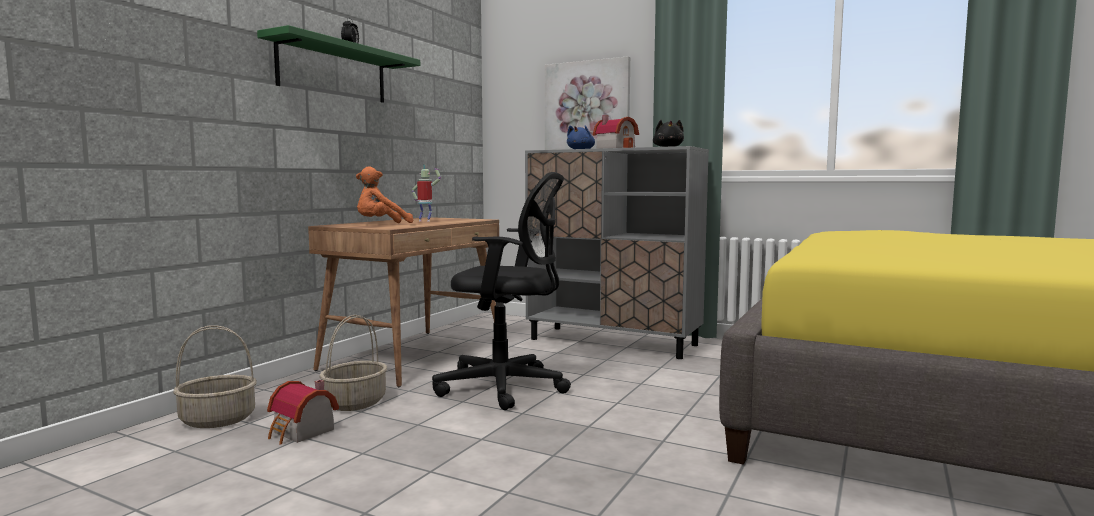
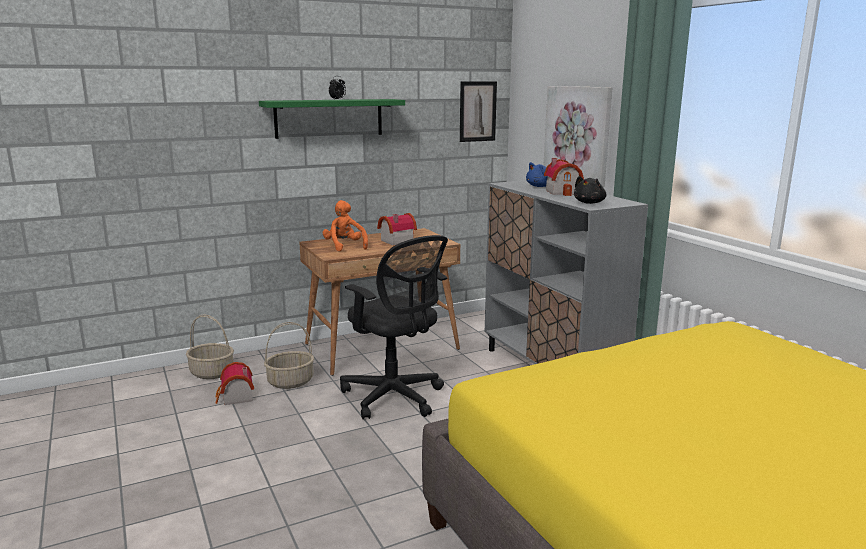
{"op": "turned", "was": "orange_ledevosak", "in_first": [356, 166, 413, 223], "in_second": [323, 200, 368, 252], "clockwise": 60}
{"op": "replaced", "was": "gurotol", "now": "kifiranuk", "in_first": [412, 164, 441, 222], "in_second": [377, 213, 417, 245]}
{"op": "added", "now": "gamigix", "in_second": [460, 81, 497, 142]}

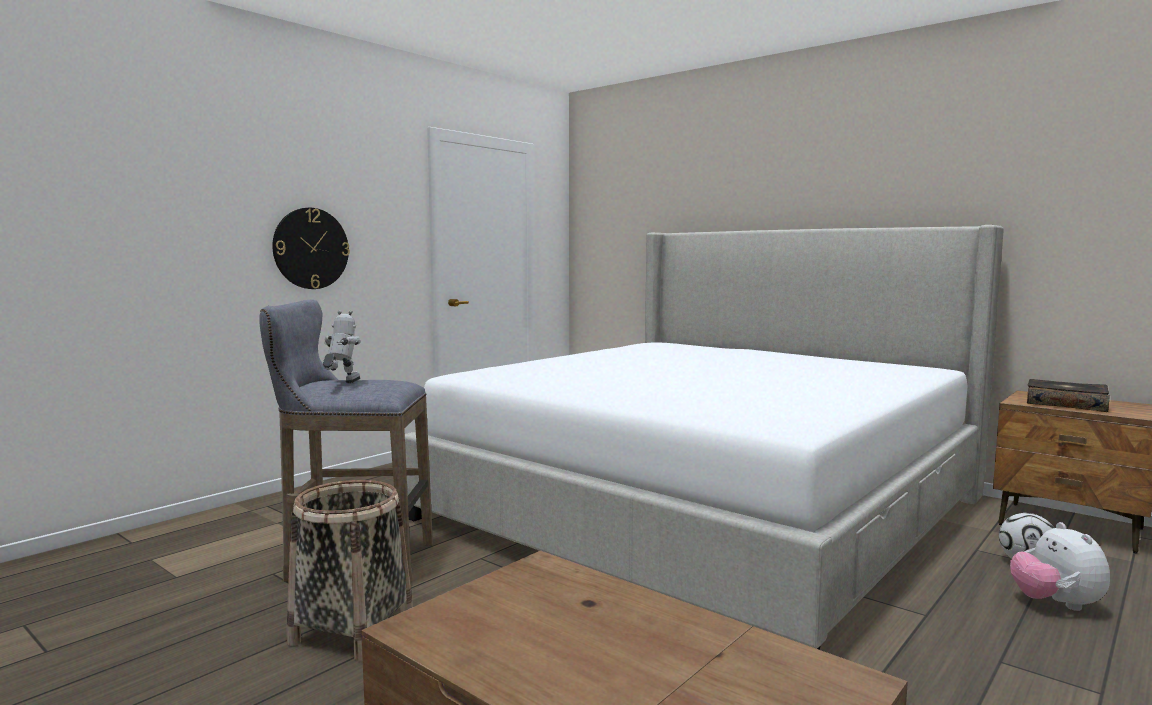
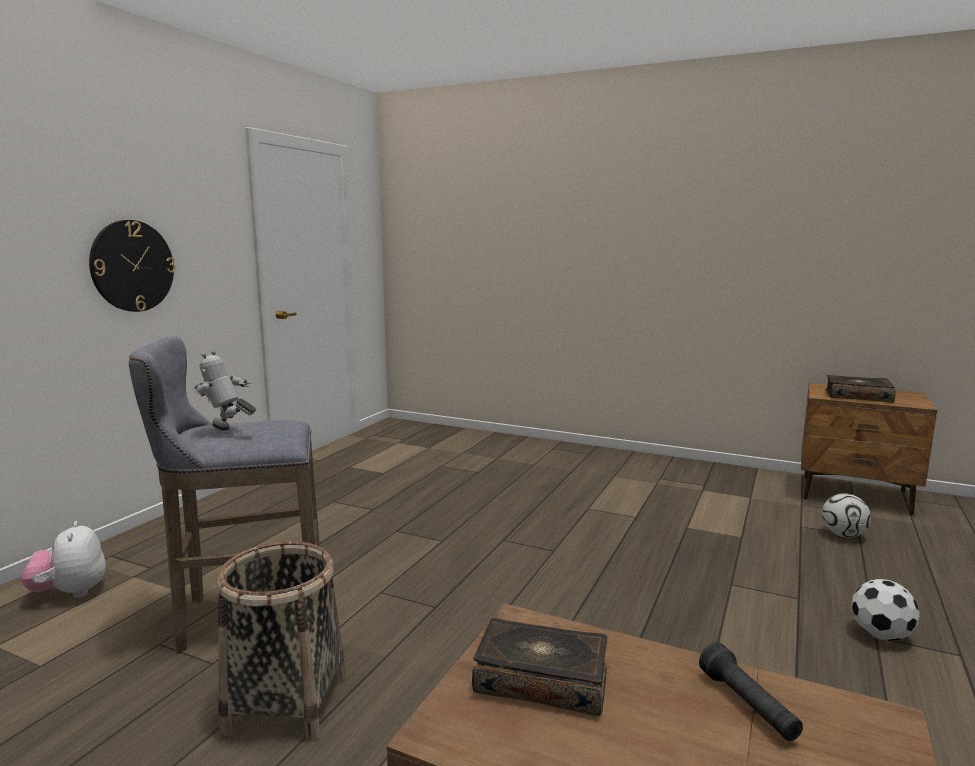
{"op": "moved", "was": "ledevosak", "in_first": [1010, 522, 1110, 611], "in_second": [21, 521, 106, 598]}
{"op": "turned", "was": "gurotol", "in_first": [323, 310, 361, 383], "in_second": [194, 350, 256, 431], "clockwise": -60}
{"op": "added", "now": "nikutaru", "in_second": [472, 618, 608, 716]}
{"op": "added", "now": "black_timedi", "in_second": [699, 642, 803, 741]}
{"op": "added", "now": "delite", "in_second": [851, 579, 920, 641]}
{"op": "removed", "was": "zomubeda", "in_first": [405, 225, 1004, 650]}

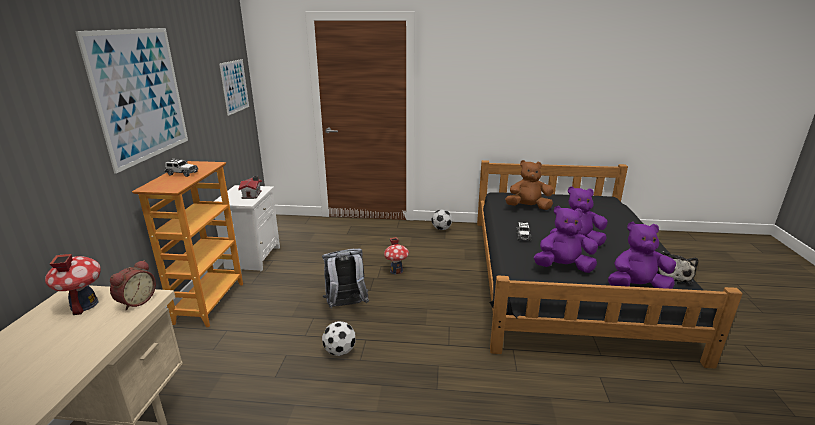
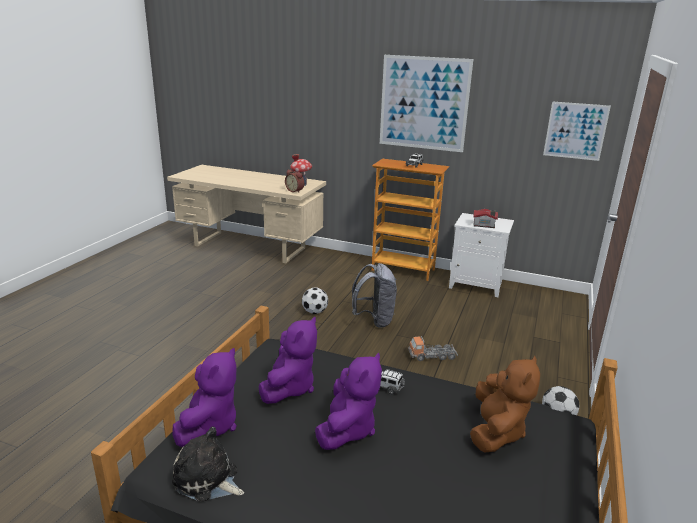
{"op": "replaced", "was": "kifiranuk", "now": "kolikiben", "in_first": [384, 237, 409, 274], "in_second": [408, 336, 458, 361]}

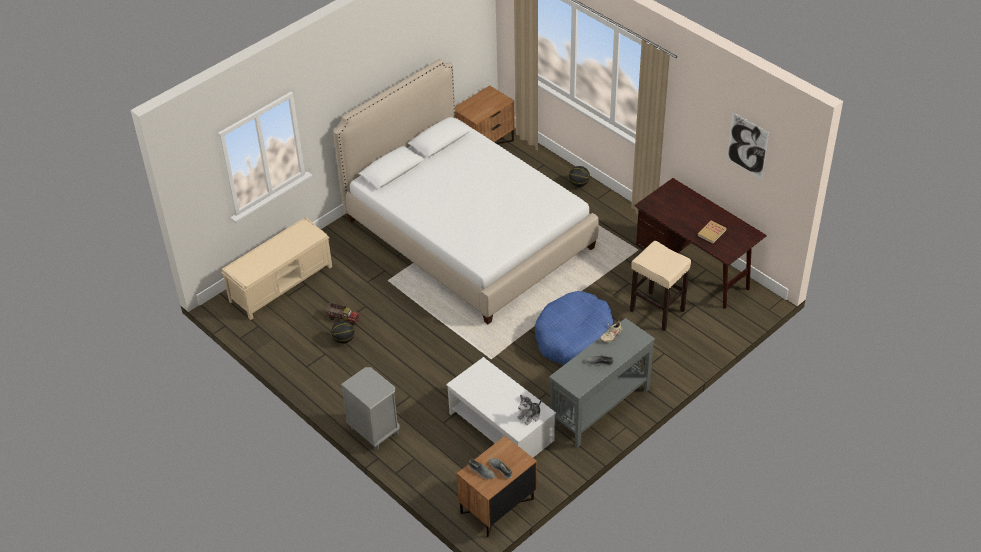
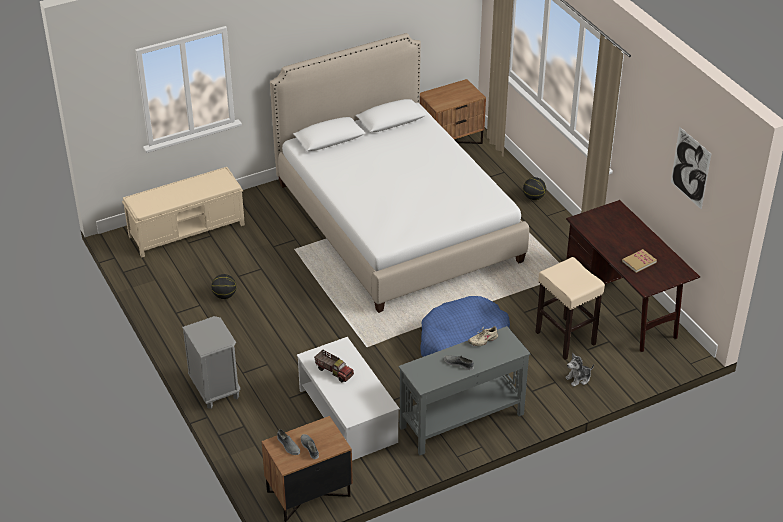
{"op": "moved", "was": "kolikiben", "in_first": [325, 303, 360, 325], "in_second": [314, 350, 354, 382]}
{"op": "moved", "was": "ledevosak", "in_first": [517, 395, 542, 425], "in_second": [565, 353, 594, 387]}

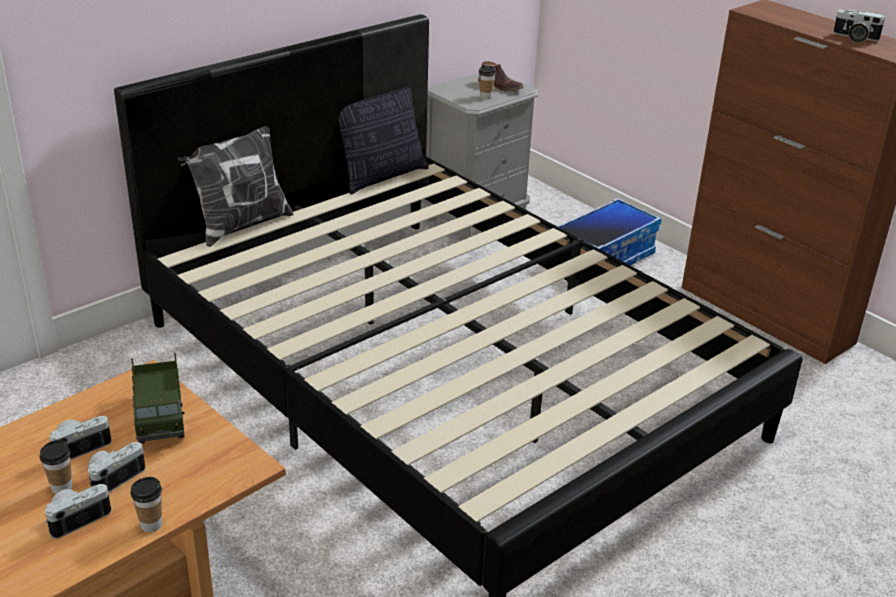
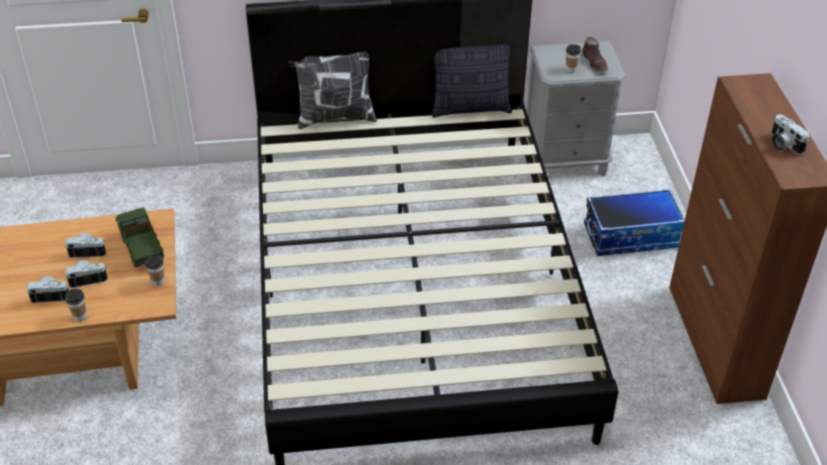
{"op": "turned", "was": "kolikiben", "in_first": [131, 353, 184, 444], "in_second": [115, 207, 164, 267], "clockwise": 135}
{"op": "moved", "was": "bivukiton", "in_first": [40, 440, 72, 494], "in_second": [145, 254, 165, 286]}

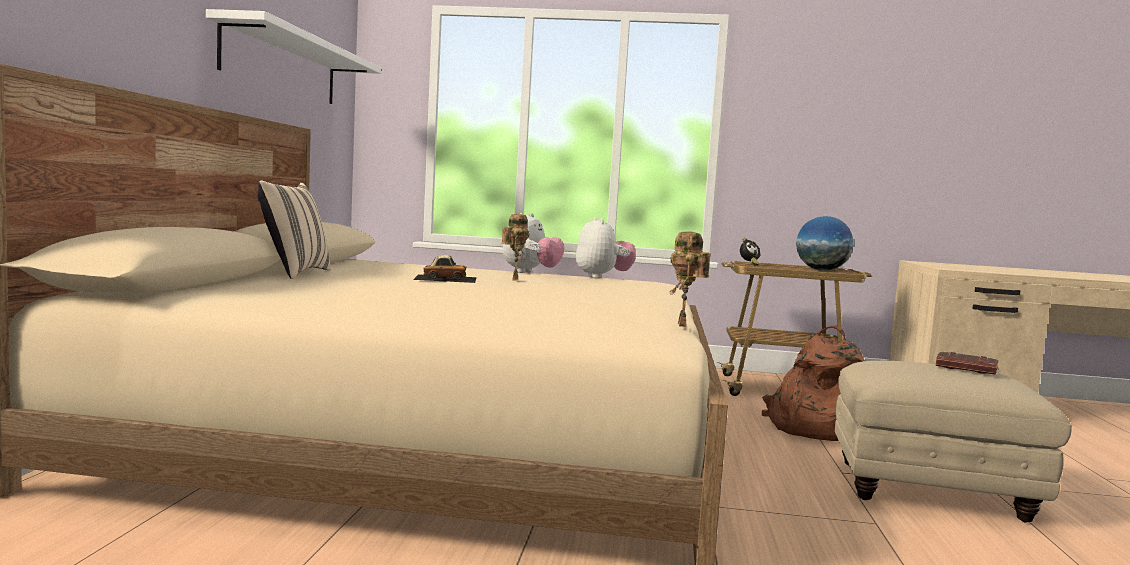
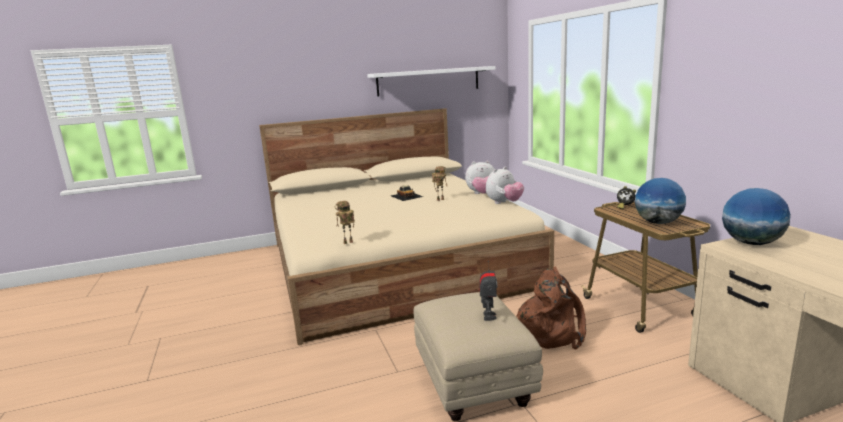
{"op": "replaced", "was": "brown_nikutaru", "now": "gurotol", "in_first": [936, 351, 999, 375], "in_second": [479, 261, 497, 321]}
{"op": "added", "now": "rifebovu", "in_second": [722, 188, 791, 245]}
{"op": "removed", "was": "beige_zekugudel", "in_first": [258, 180, 330, 279]}

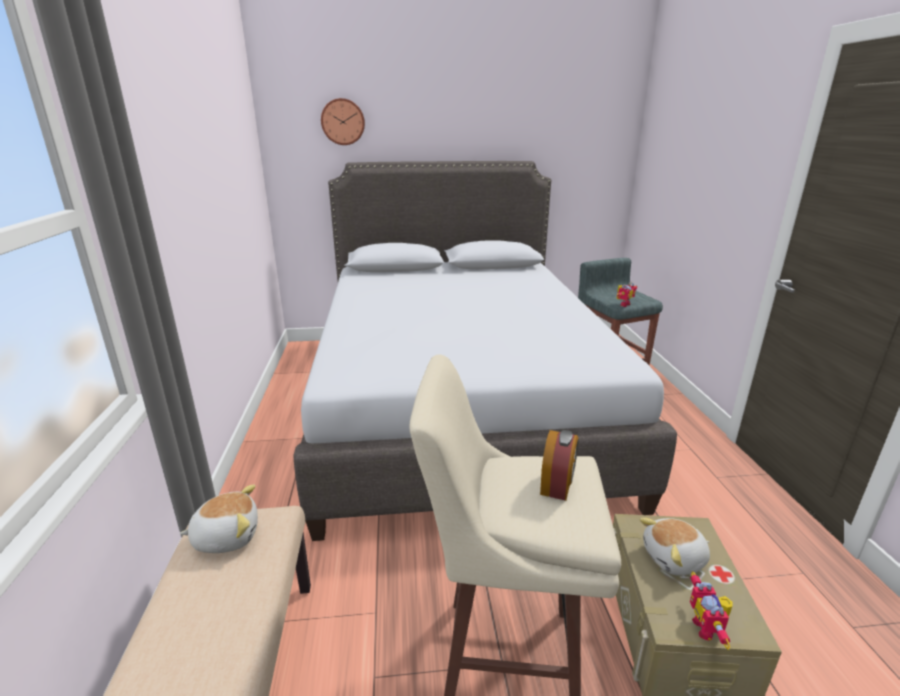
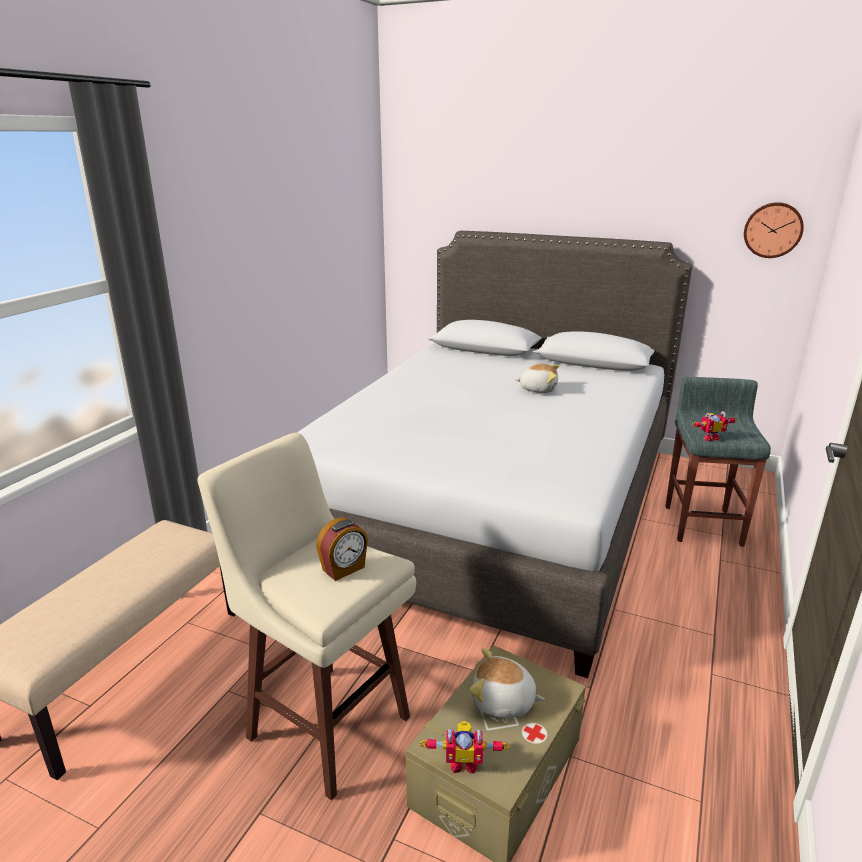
{"op": "turned", "was": "gurotol", "in_first": [690, 571, 733, 650], "in_second": [420, 721, 510, 774], "clockwise": -120}
{"op": "moved", "was": "ledevosak", "in_first": [179, 484, 258, 553], "in_second": [515, 364, 559, 393]}
{"op": "moved", "was": "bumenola", "in_first": [321, 98, 365, 145], "in_second": [744, 202, 804, 258]}

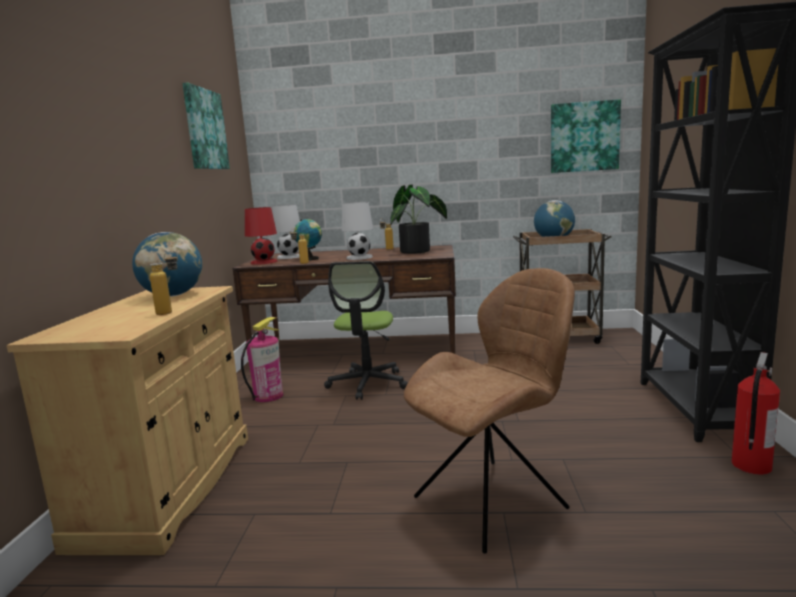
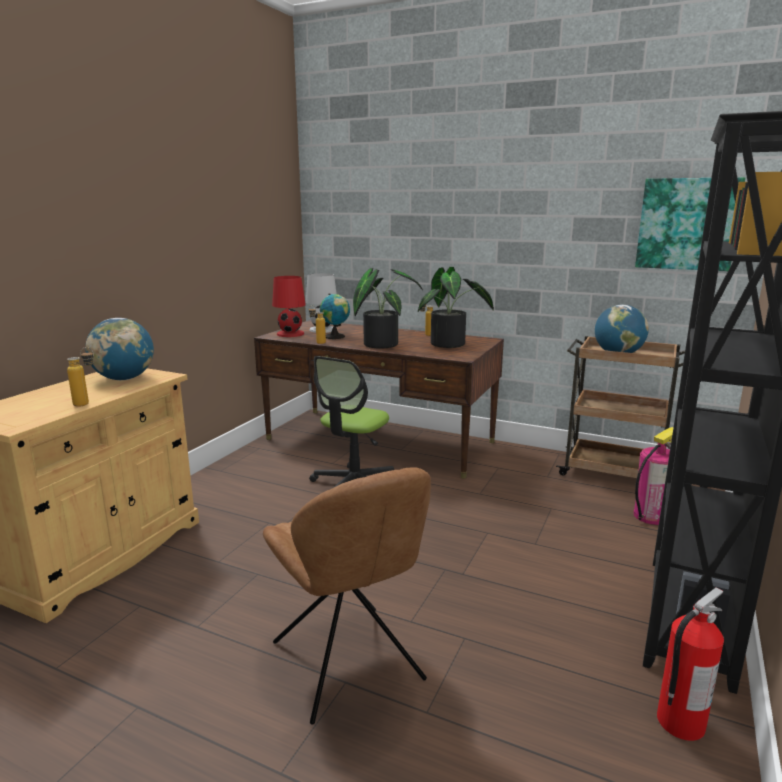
{"op": "turned", "was": "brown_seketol", "in_first": [404, 268, 575, 554], "in_second": [263, 467, 431, 725], "clockwise": 75}
{"op": "replaced", "was": "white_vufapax", "now": "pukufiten", "in_first": [342, 202, 373, 260], "in_second": [353, 268, 423, 348]}
{"op": "moved", "was": "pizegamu", "in_first": [241, 317, 283, 402], "in_second": [634, 427, 673, 525]}
{"op": "removed", "was": "gamigix", "in_first": [182, 82, 230, 169]}

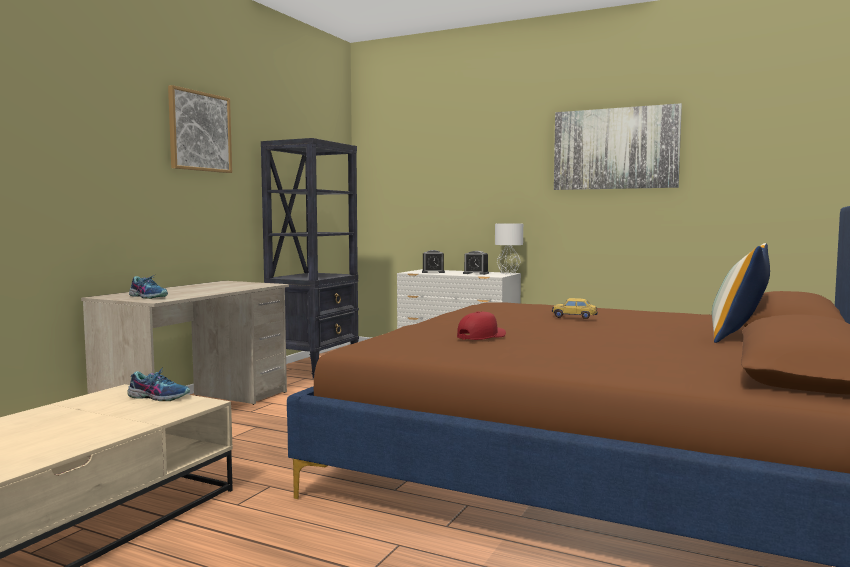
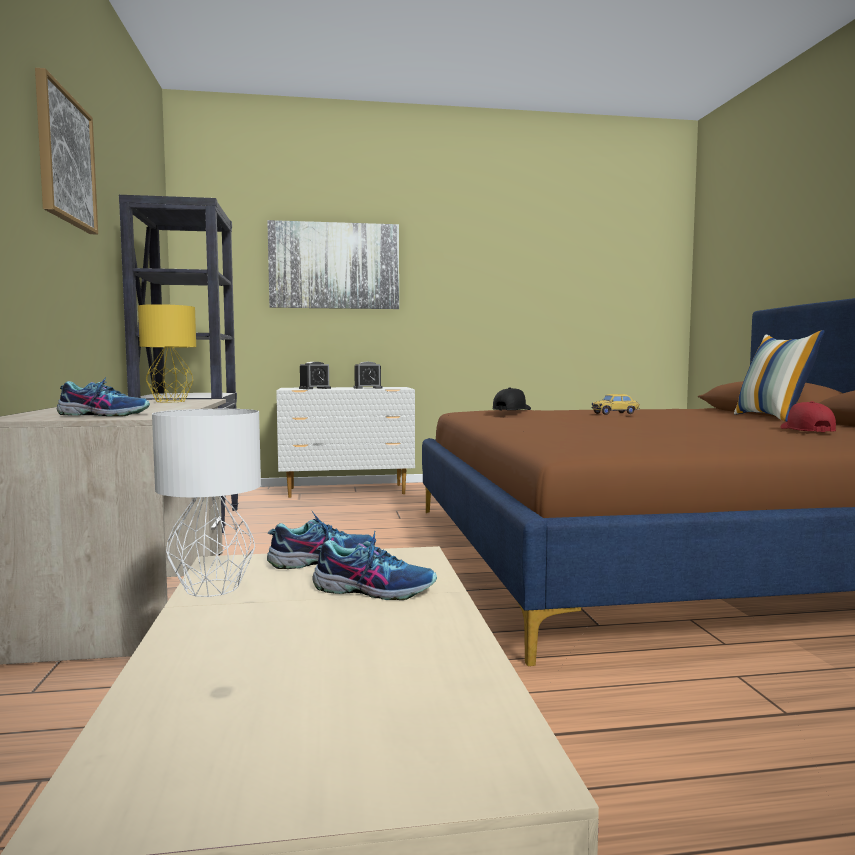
{"op": "added", "now": "yellow_vufapax", "in_second": [138, 304, 196, 402]}
{"op": "moved", "was": "white_vufapax", "in_first": [495, 224, 523, 274], "in_second": [152, 409, 261, 597]}
{"op": "moved", "was": "gamigix", "in_first": [554, 103, 682, 190], "in_second": [267, 220, 399, 309]}
{"op": "added", "now": "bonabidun", "in_second": [312, 531, 437, 600]}
{"op": "added", "now": "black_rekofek", "in_second": [492, 388, 531, 410]}
{"op": "moved", "was": "red_rekofek", "in_first": [457, 311, 506, 340], "in_second": [780, 401, 836, 432]}

